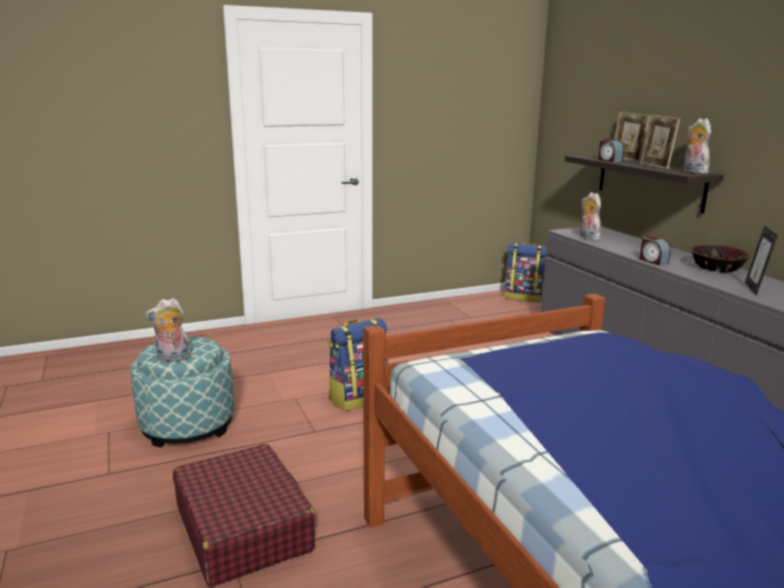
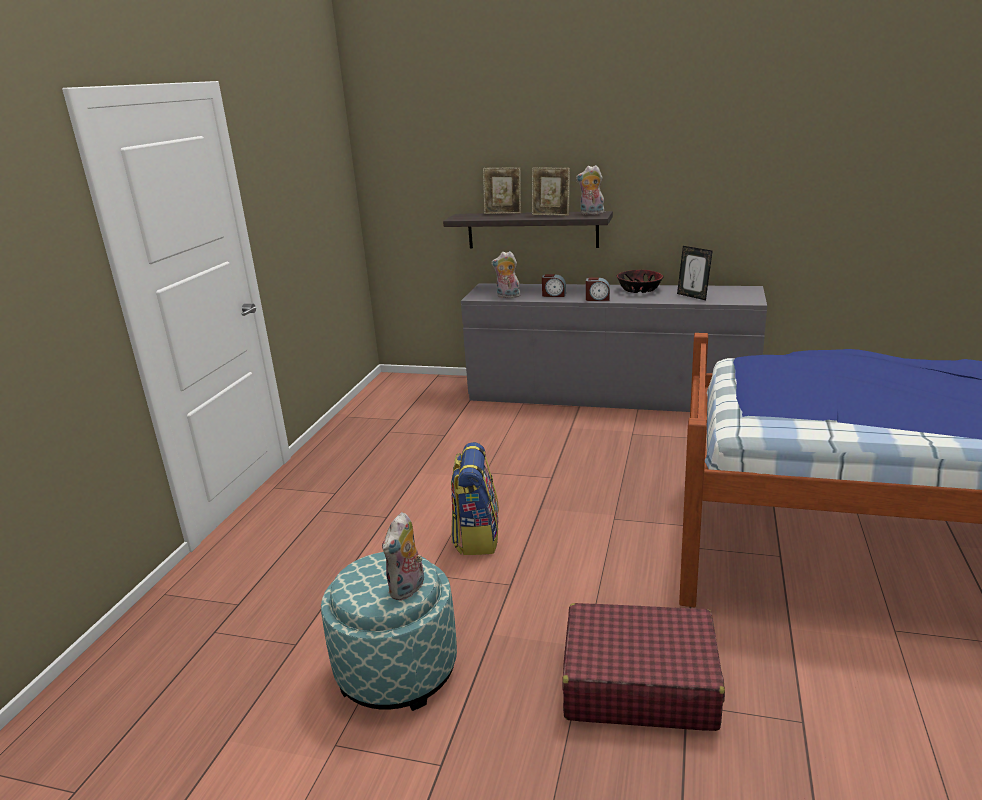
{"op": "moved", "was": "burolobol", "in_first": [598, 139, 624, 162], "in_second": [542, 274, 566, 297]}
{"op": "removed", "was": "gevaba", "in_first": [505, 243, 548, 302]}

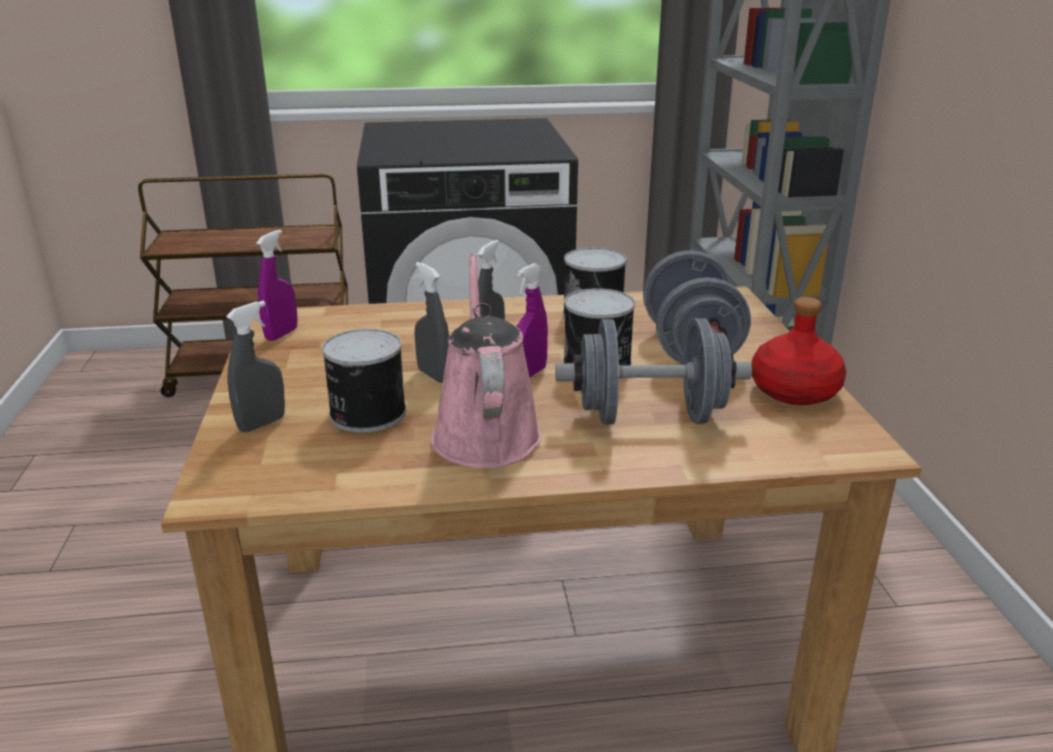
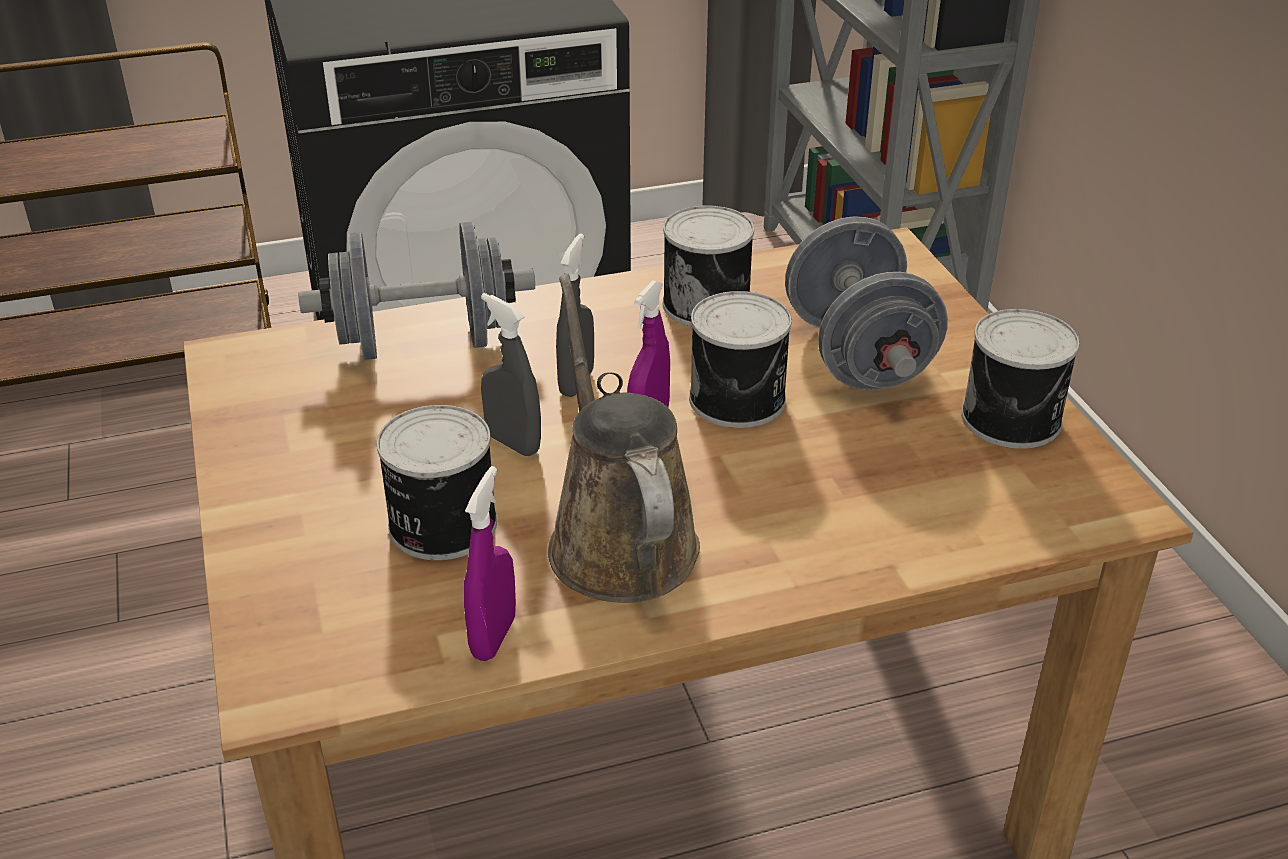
{"op": "moved", "was": "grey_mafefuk", "in_first": [555, 319, 752, 425], "in_second": [298, 222, 535, 360]}
{"op": "moved", "was": "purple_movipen", "in_first": [256, 230, 298, 341], "in_second": [464, 466, 516, 661]}
{"op": "recoloured", "was": "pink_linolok", "now": "brown_linolok", "in_first": [431, 253, 542, 468], "in_second": [548, 274, 700, 603]}
{"op": "replaced", "was": "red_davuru", "now": "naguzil", "in_first": [751, 297, 846, 405], "in_second": [961, 309, 1080, 449]}
{"op": "removed", "was": "grey_movipen", "in_first": [226, 301, 285, 432]}

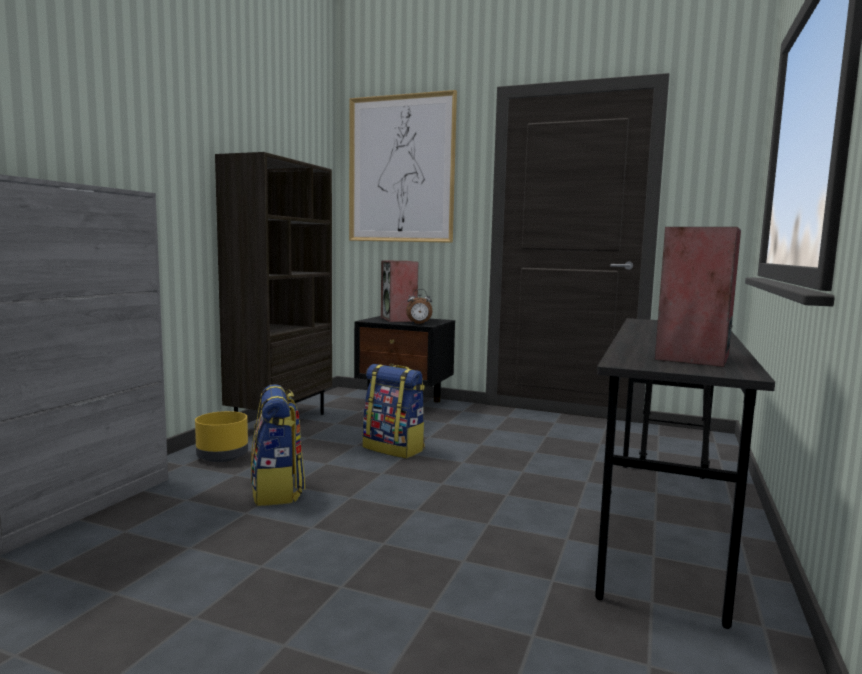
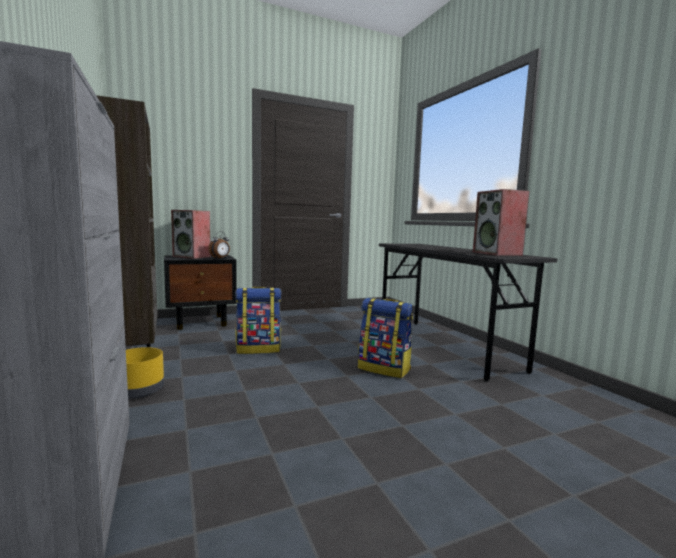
{"op": "moved", "was": "gevaba", "in_first": [251, 384, 305, 506], "in_second": [358, 298, 413, 378]}
{"op": "removed", "was": "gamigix", "in_first": [349, 90, 457, 243]}

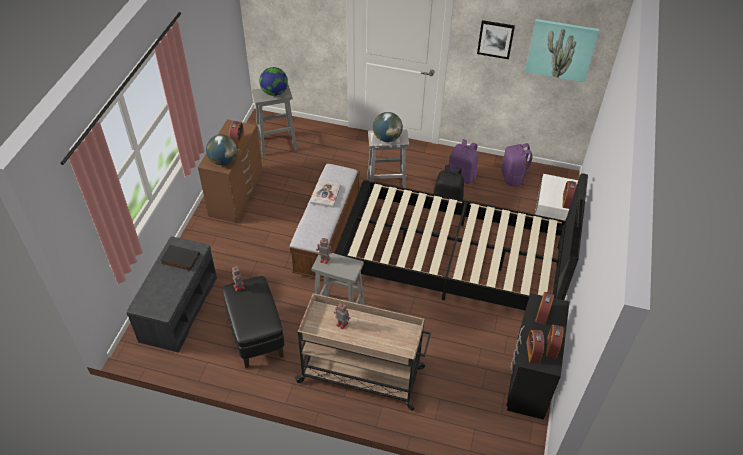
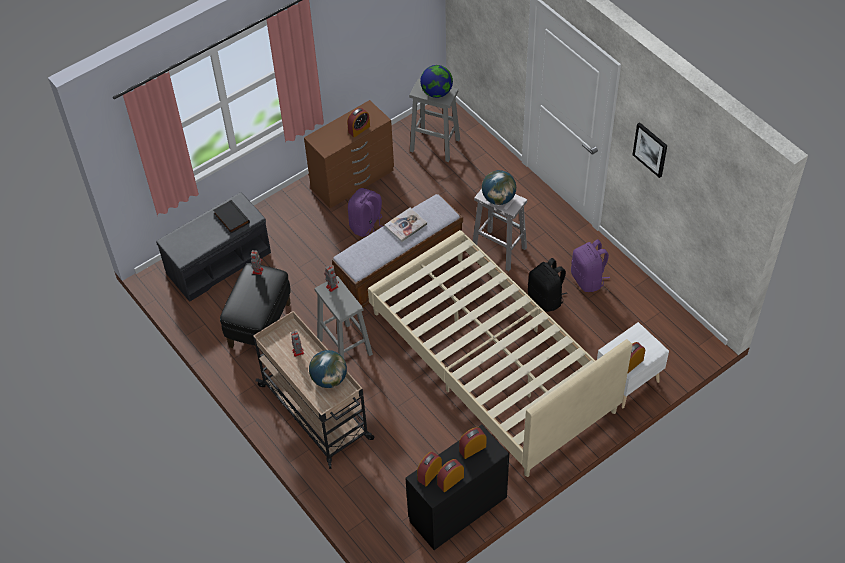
{"op": "moved", "was": "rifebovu", "in_first": [206, 134, 237, 165], "in_second": [309, 350, 347, 388]}
{"op": "moved", "was": "purple_gevaba", "in_first": [502, 143, 533, 186], "in_second": [348, 188, 383, 237]}
{"op": "recoloured", "was": "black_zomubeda", "now": "beige_zomubeda", "in_first": [335, 173, 588, 310], "in_second": [368, 230, 632, 477]}
{"op": "removed", "was": "gamigix", "in_first": [525, 19, 599, 82]}

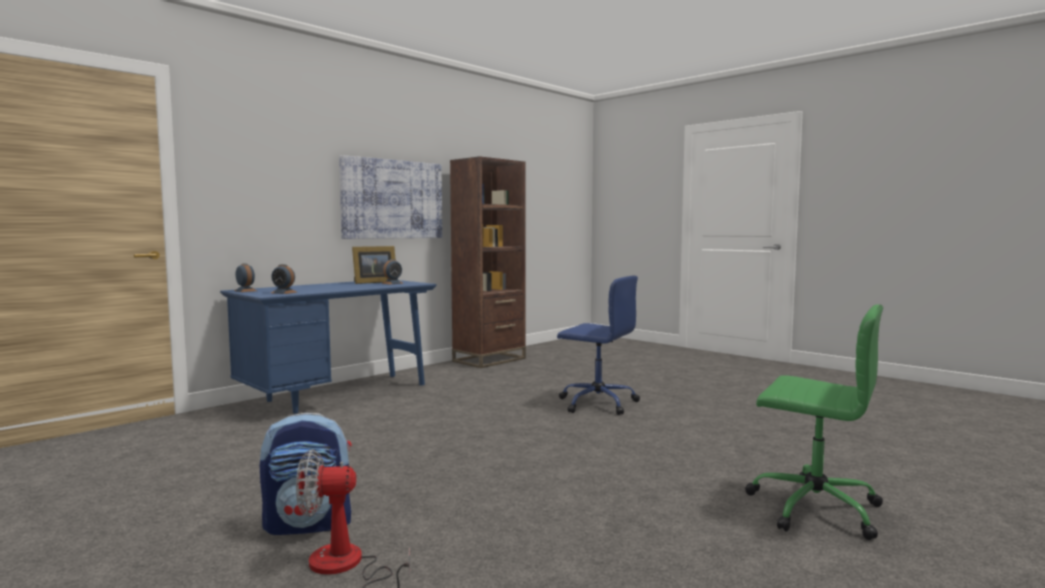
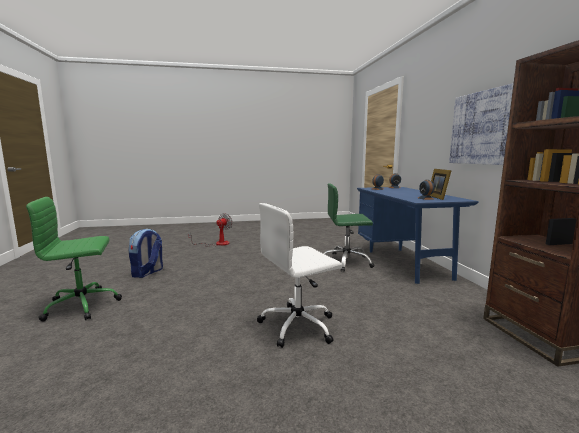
{"op": "moved", "was": "gevaba", "in_first": [260, 413, 352, 535], "in_second": [129, 229, 163, 278]}
{"op": "recoloured", "was": "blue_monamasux", "now": "white_monamasux", "in_first": [557, 276, 640, 415], "in_second": [257, 203, 342, 348]}
{"op": "added", "now": "green_monamasux", "in_second": [323, 183, 375, 272]}

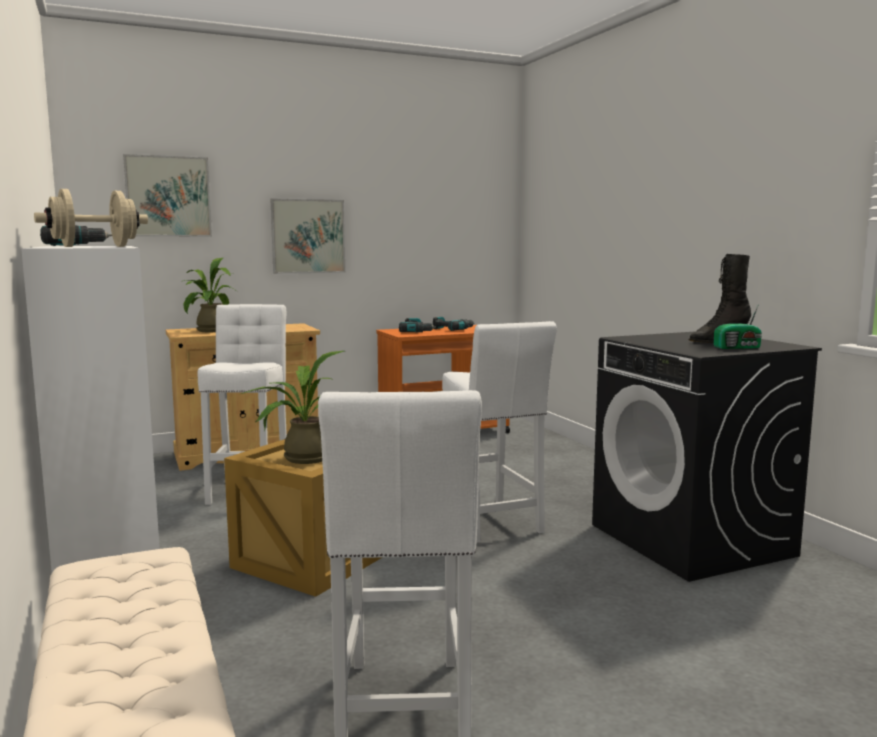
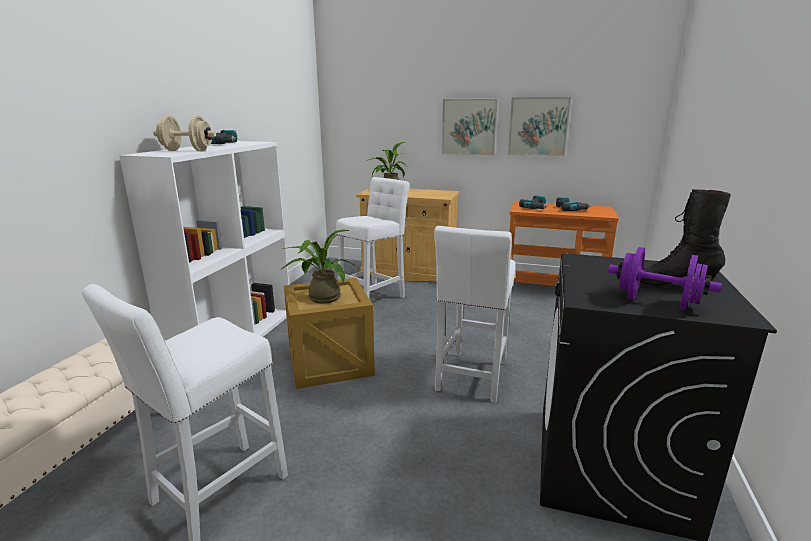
{"op": "moved", "was": "gamigix", "in_first": [123, 154, 212, 237], "in_second": [508, 97, 571, 156]}
{"op": "replaced", "was": "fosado", "now": "purple_mafefuk", "in_first": [714, 304, 762, 349], "in_second": [608, 247, 722, 310]}

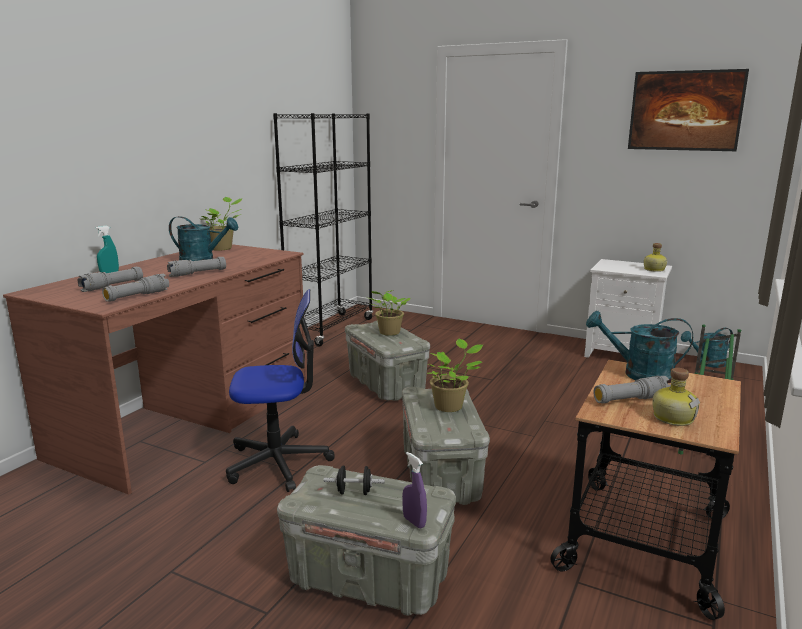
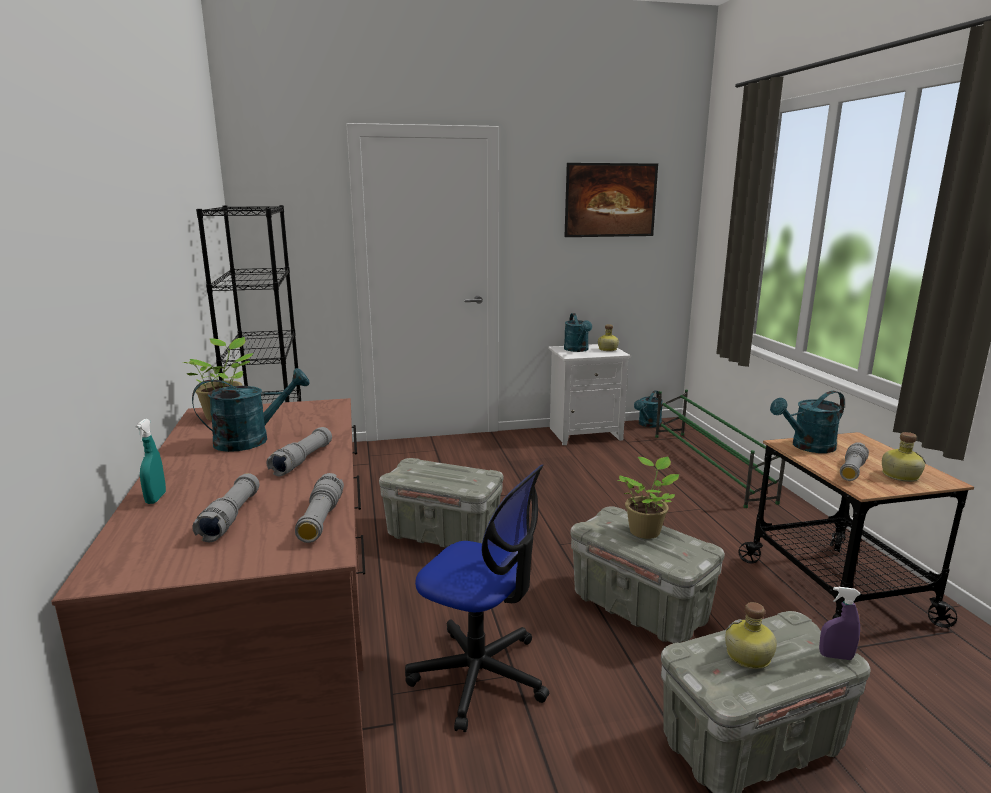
{"op": "turned", "was": "monamasux", "in_first": [226, 289, 335, 492], "in_second": [405, 465, 549, 732], "clockwise": 75}
{"op": "added", "now": "turquoise_linolok", "in_second": [564, 313, 592, 352]}
{"op": "replaced", "was": "black_mafefuk", "now": "davuru", "in_first": [324, 466, 385, 495], "in_second": [725, 602, 777, 669]}
{"op": "removed", "was": "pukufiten", "in_first": [369, 290, 410, 336]}

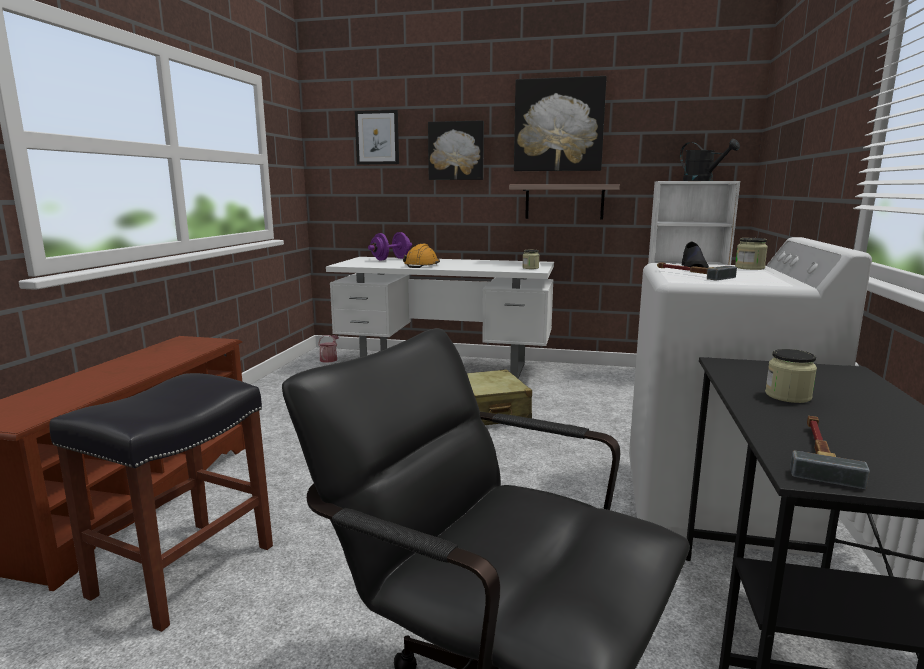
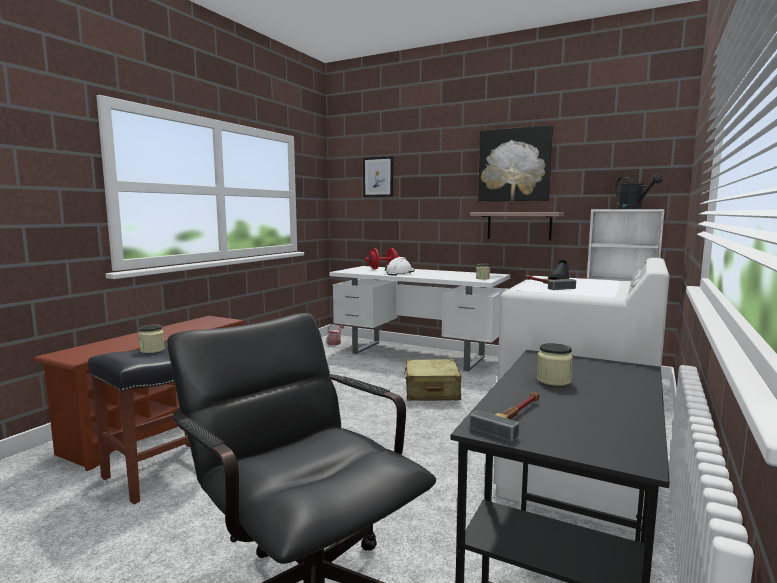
{"op": "moved", "was": "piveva", "in_first": [735, 238, 768, 270], "in_second": [138, 325, 165, 353]}
{"op": "recoloured", "was": "purple_mafefuk", "now": "red_mafefuk", "in_first": [368, 232, 412, 261], "in_second": [365, 248, 400, 269]}
{"op": "recoloured", "was": "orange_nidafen", "now": "white_nidafen", "in_first": [403, 244, 440, 268], "in_second": [385, 257, 415, 276]}
{"op": "removed", "was": "gamigix", "in_first": [428, 120, 484, 180]}

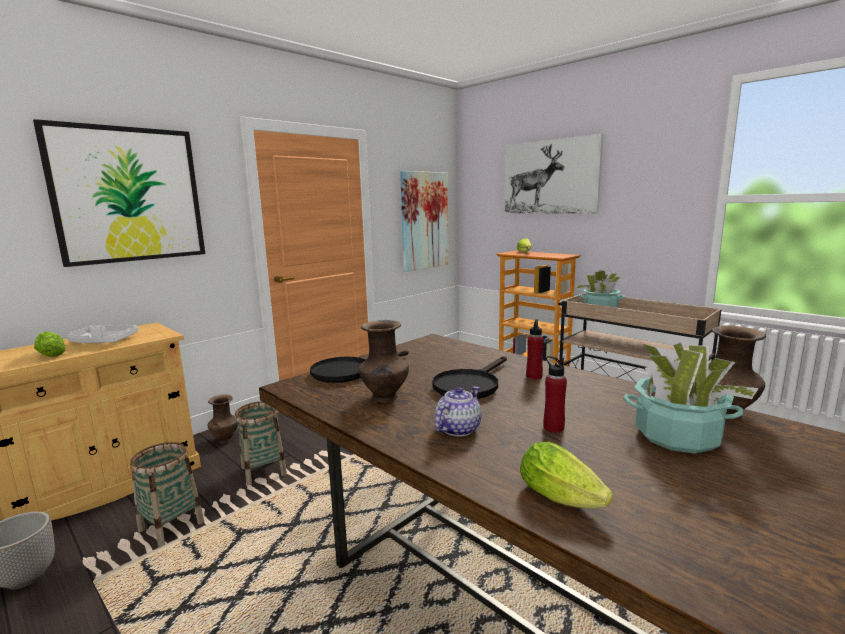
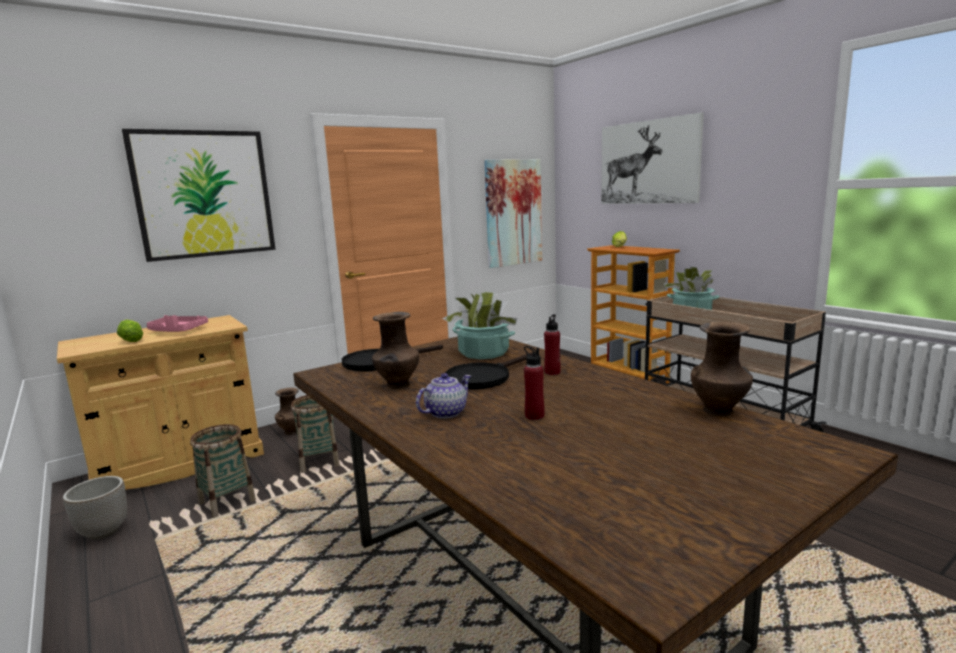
{"op": "recoloured", "was": "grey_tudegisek", "now": "pink_tudegisek", "in_first": [67, 325, 138, 343], "in_second": [147, 315, 208, 332]}
{"op": "moved", "was": "pukufiten", "in_first": [623, 342, 759, 454], "in_second": [442, 292, 517, 359]}
{"op": "removed", "was": "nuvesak", "in_first": [520, 442, 613, 508]}

